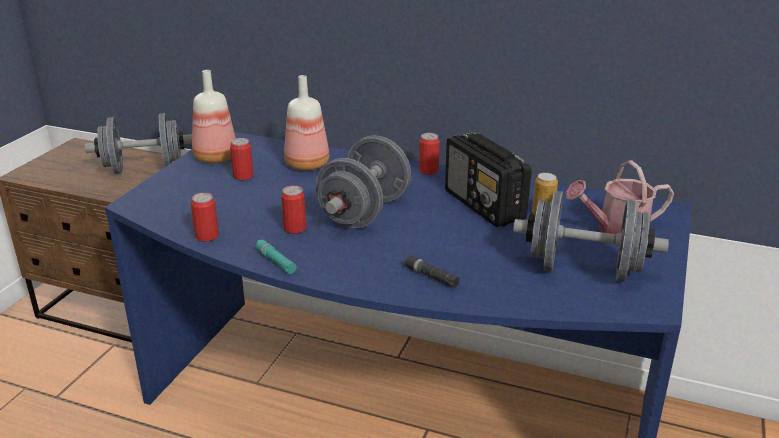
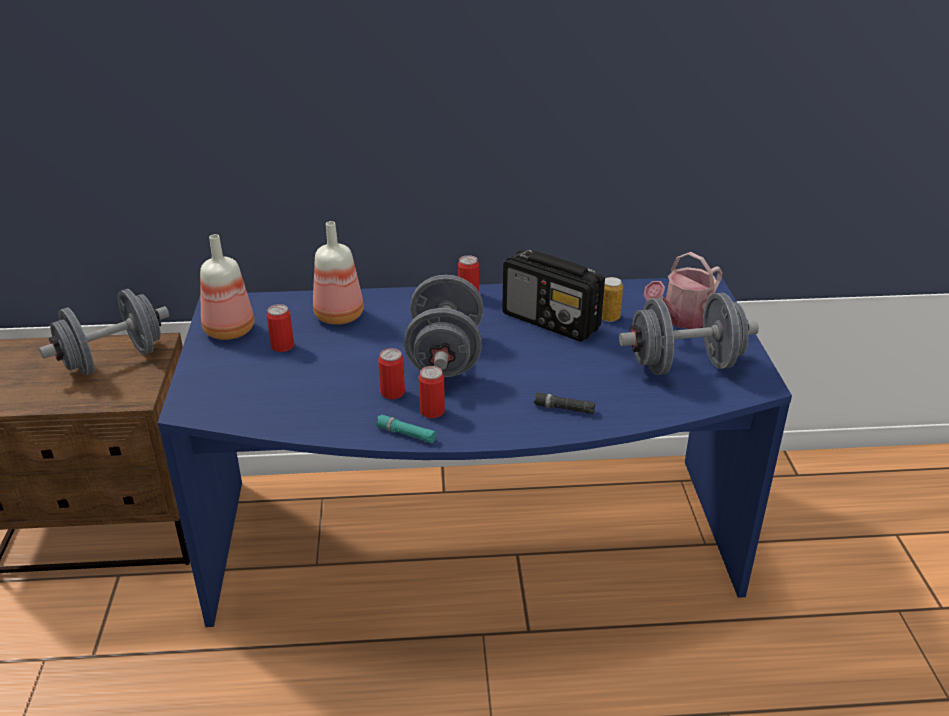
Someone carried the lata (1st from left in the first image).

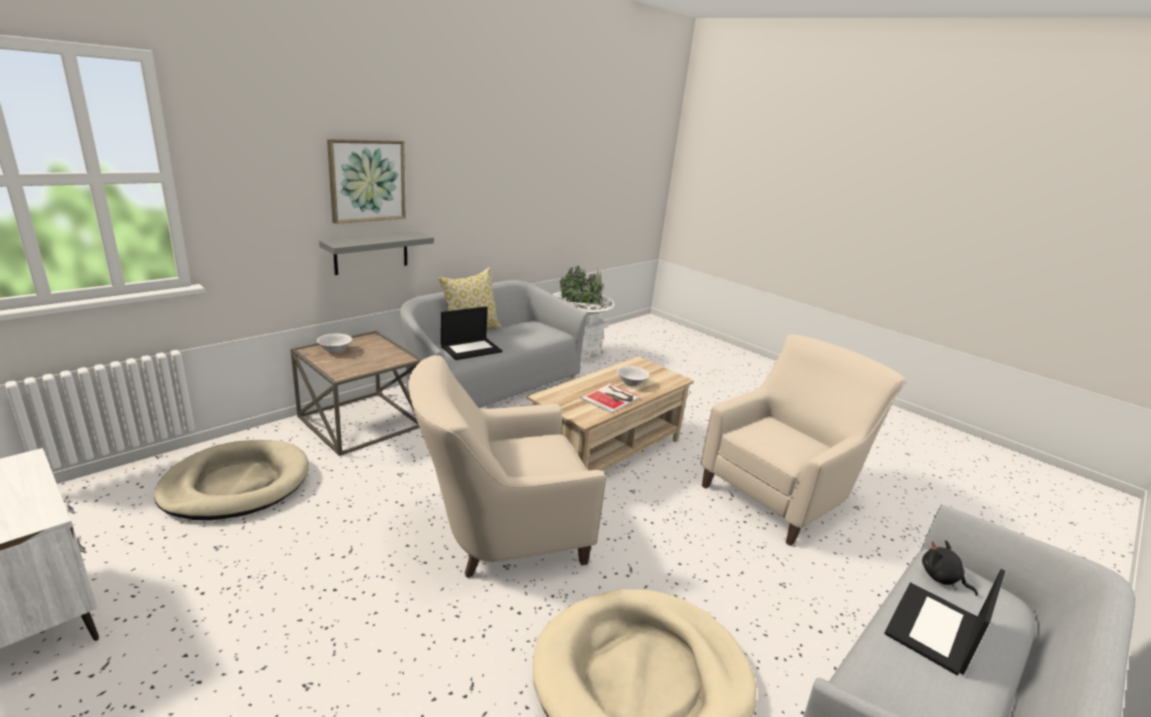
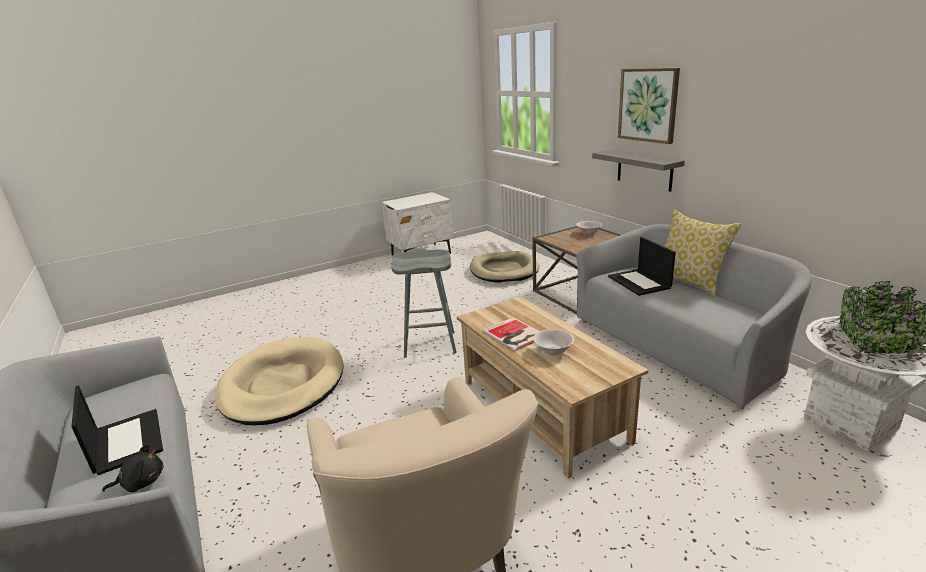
Someone swapped the sillón/beis (1st from left) for the taburete/gris.

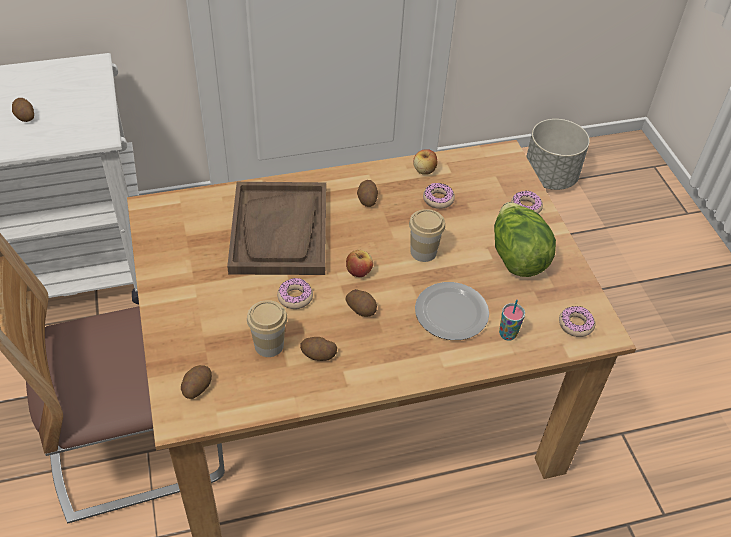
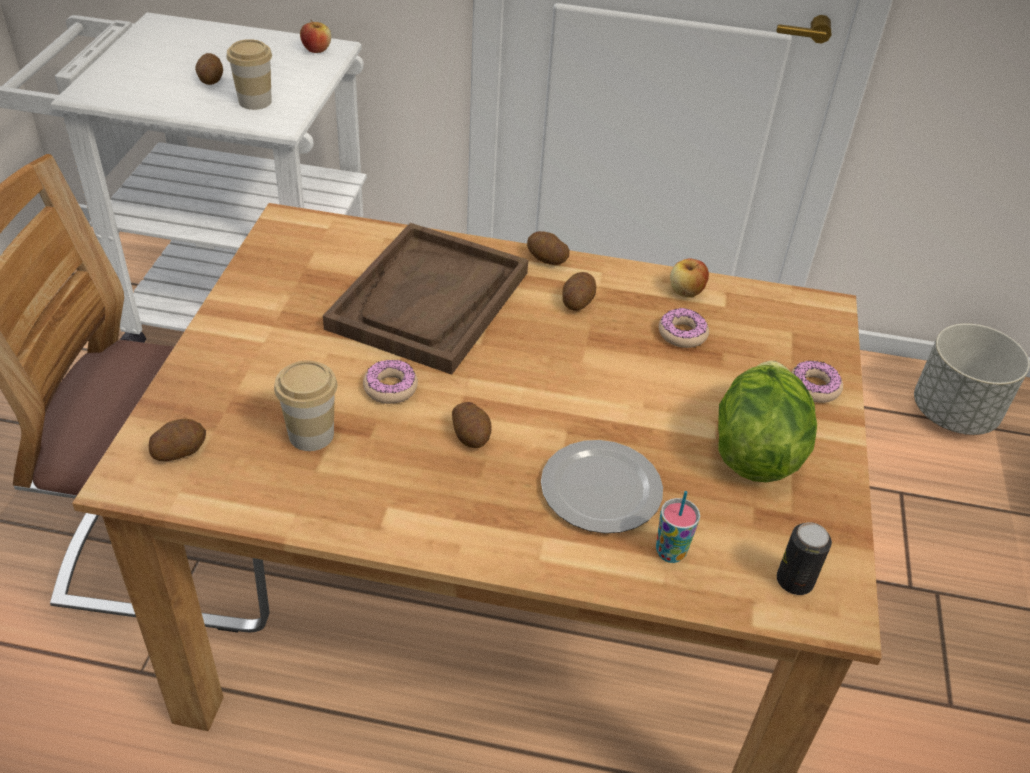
Someone carried the patata (3rd from left in the first image).
Someone carried the manzana (1st from left).
Someone carried the taza (2nd from left in the first image).
Someone swapped the rosquilla (4th from left) for the lata.

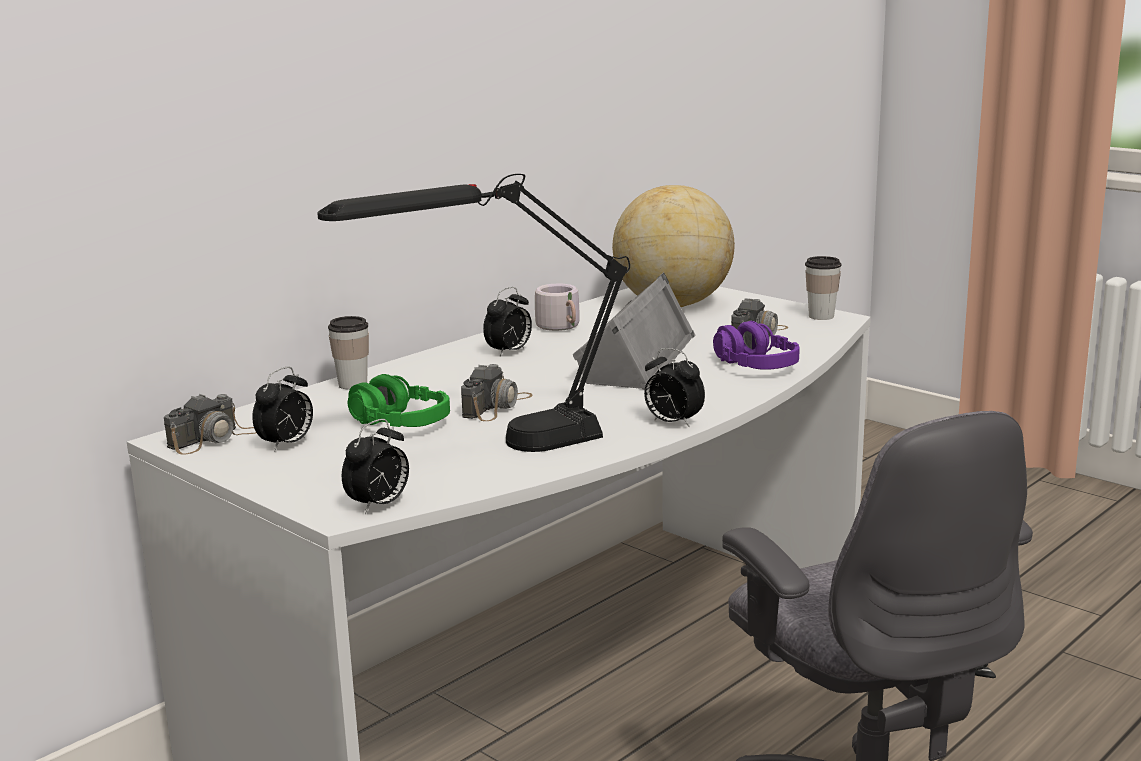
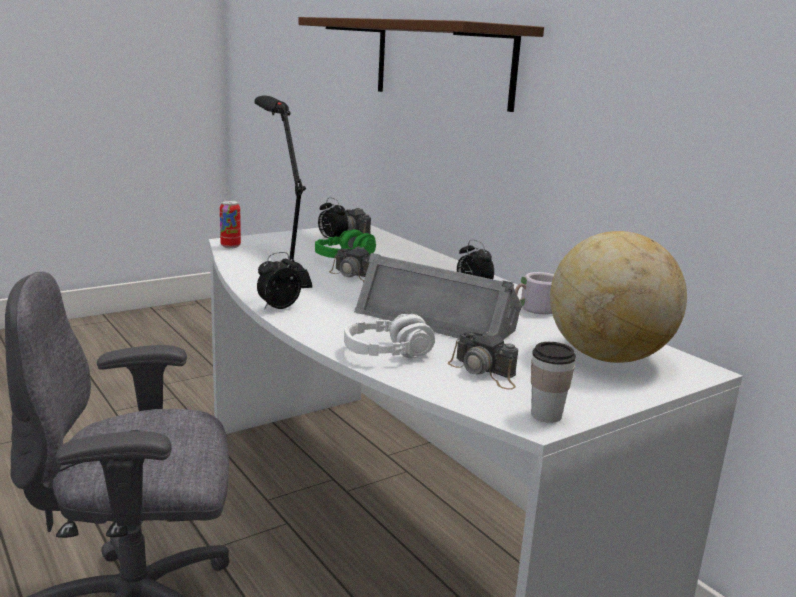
Someone took away the taza (1st from left).
Someone put up the estante/marrón.
Someone swapped the despertador (2nd from left) for the lata.
Someone repainted the auriculares/morado, which became the auriculares/blanco.

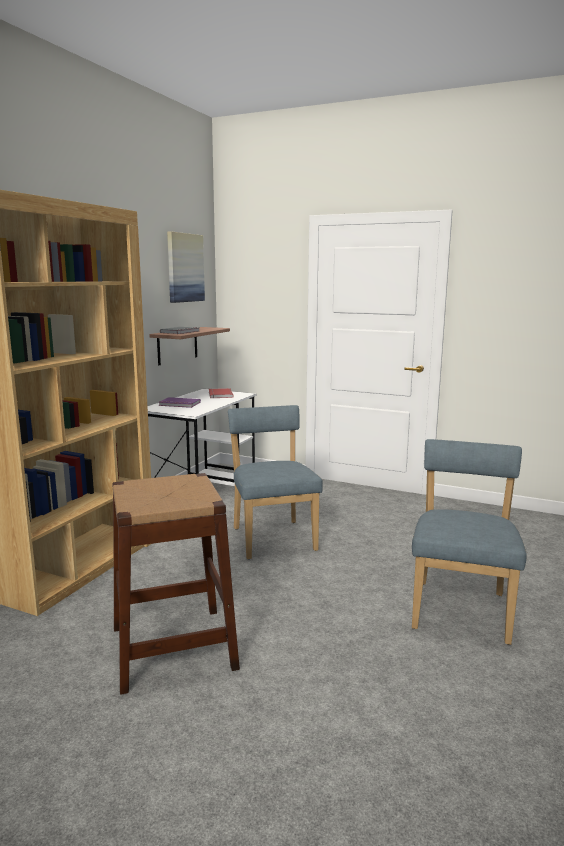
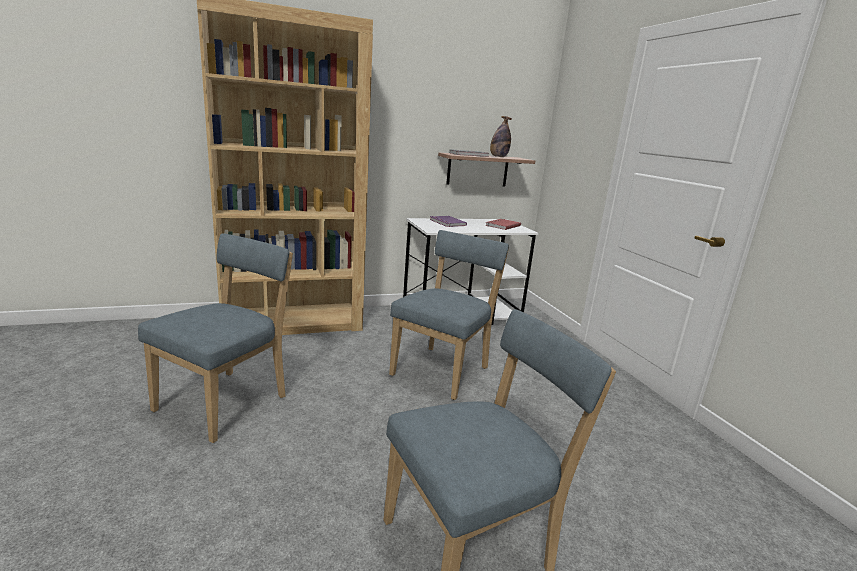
Someone took away the cuadro.
Someone put down the botella.
Someone swapped the taburete/marrón for the silla/azul (1st from left).

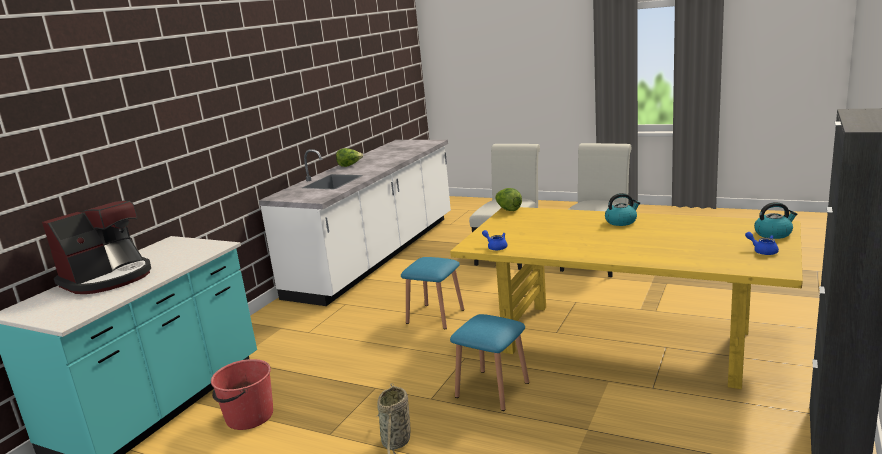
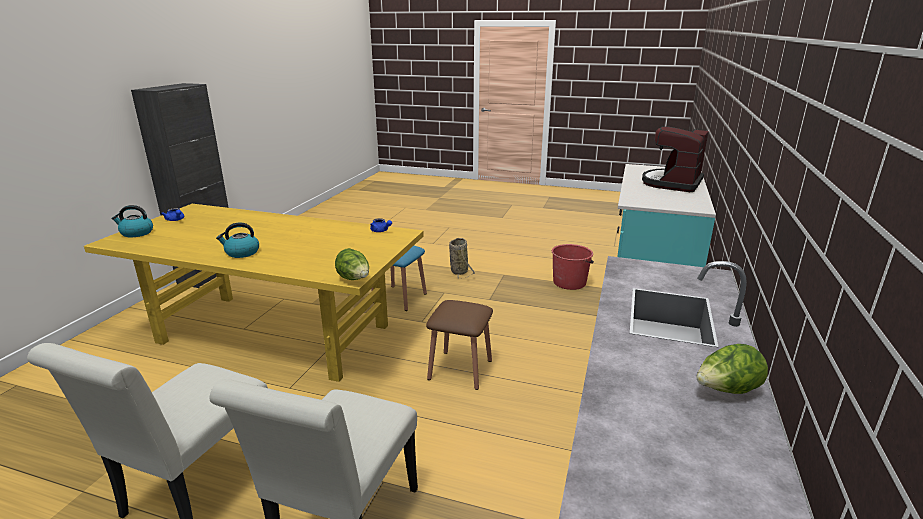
Someone repainted the taburete/azul (1st from left), which became the taburete/marrón.

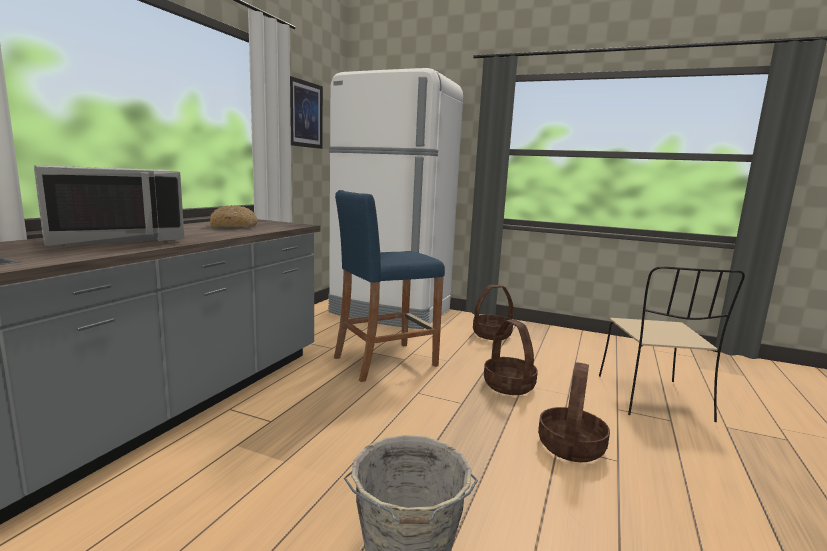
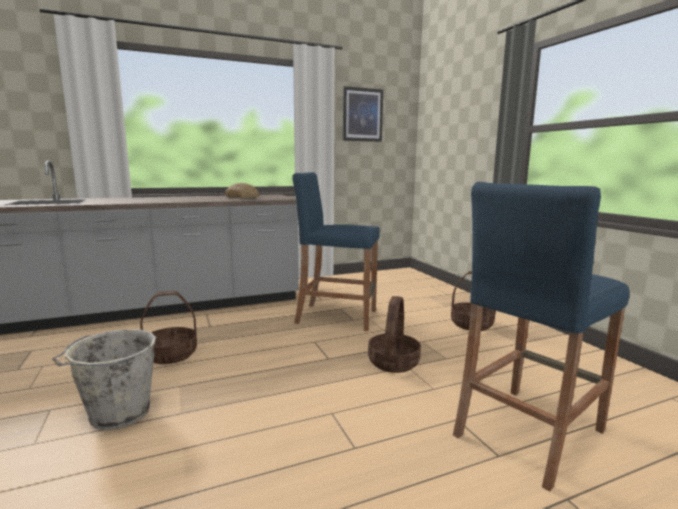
Someone took away the microondas/gris.
Someone took away the nevera/blanco.
Someone carried the cesta (3rd from left in the first image).
Someone swapped the silla/beis for the taburete/azul (2nd from left).

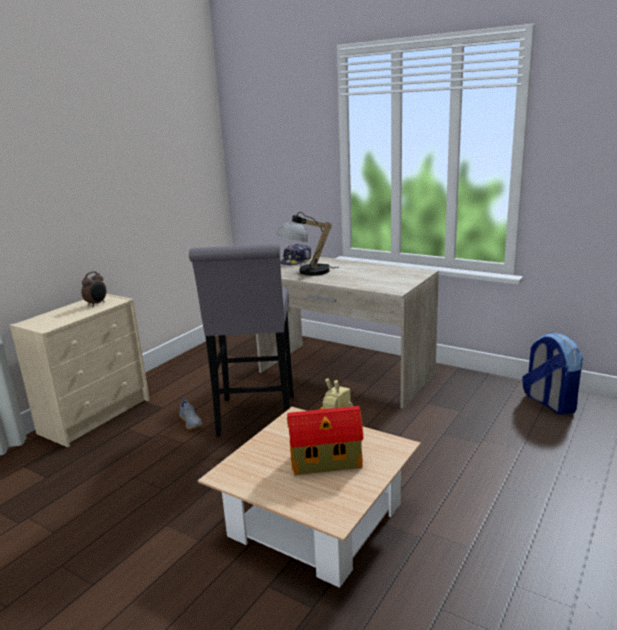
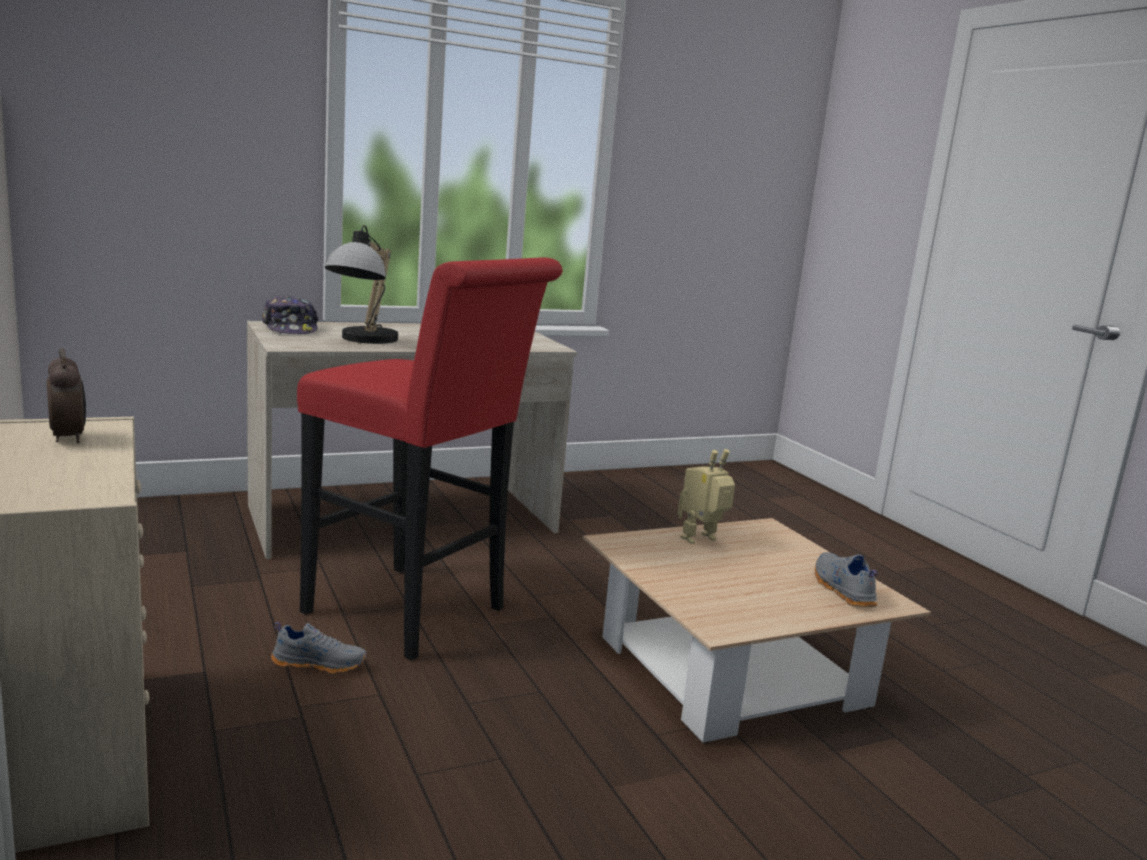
Someone took away the casita.
Someone took away the mochila.
Someone put down the zapato/gris (2nd from left).
Someone repainted the taburete/gris, which became the taburete/rojo.

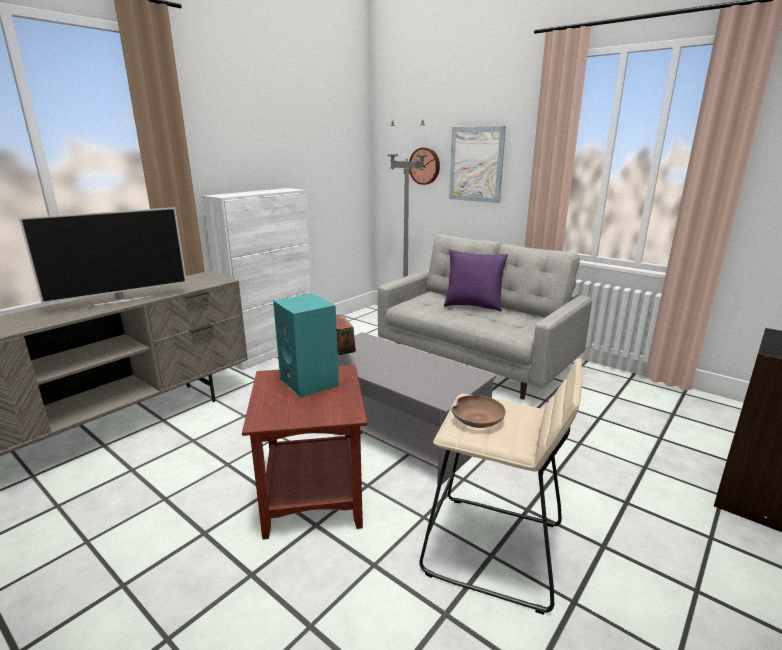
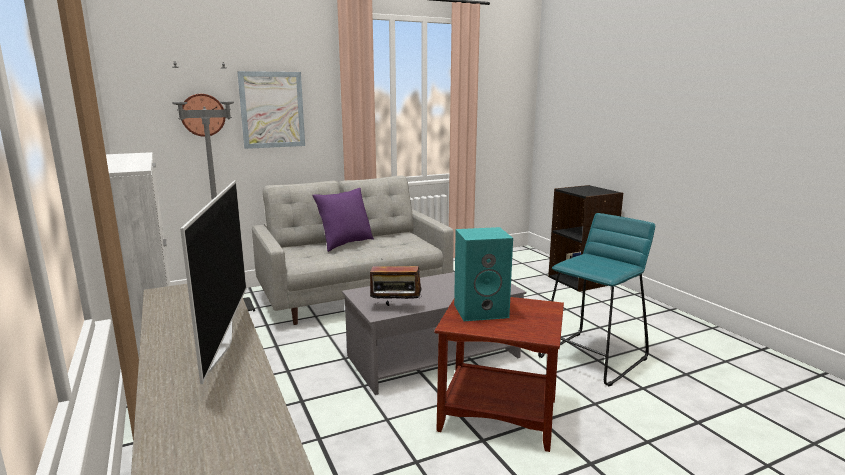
Someone took away the cuenco/marrón.
Someone repainted the taburete/beis, which became the taburete/turquesa.

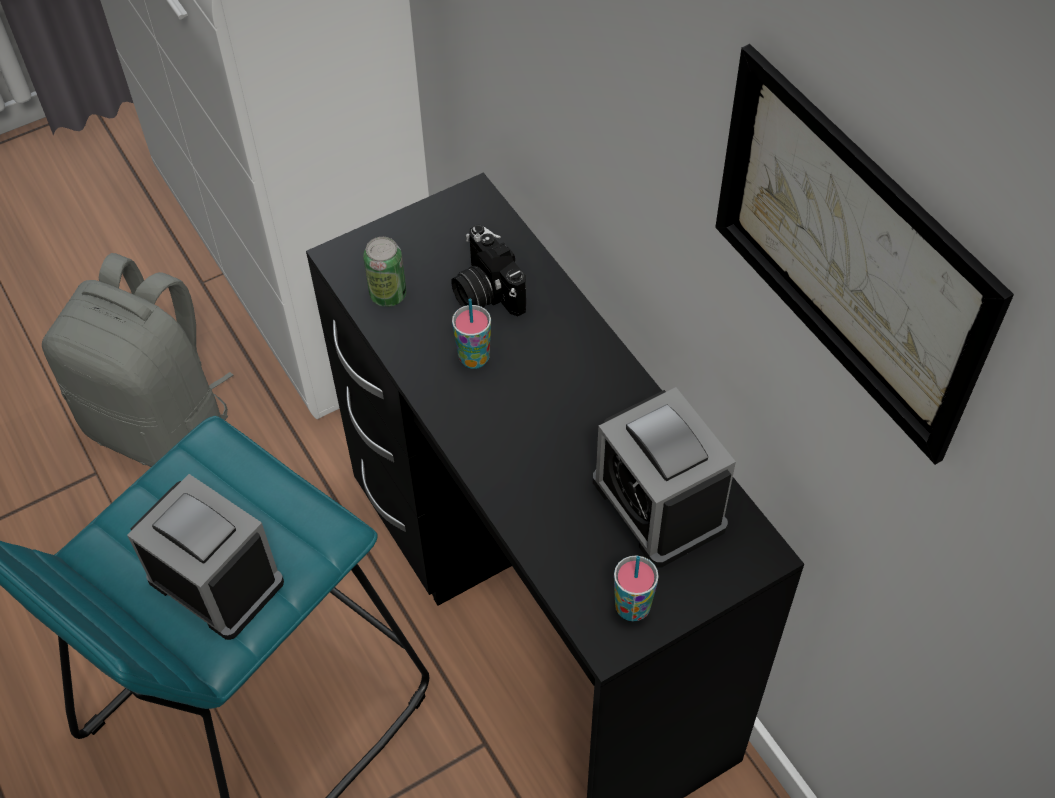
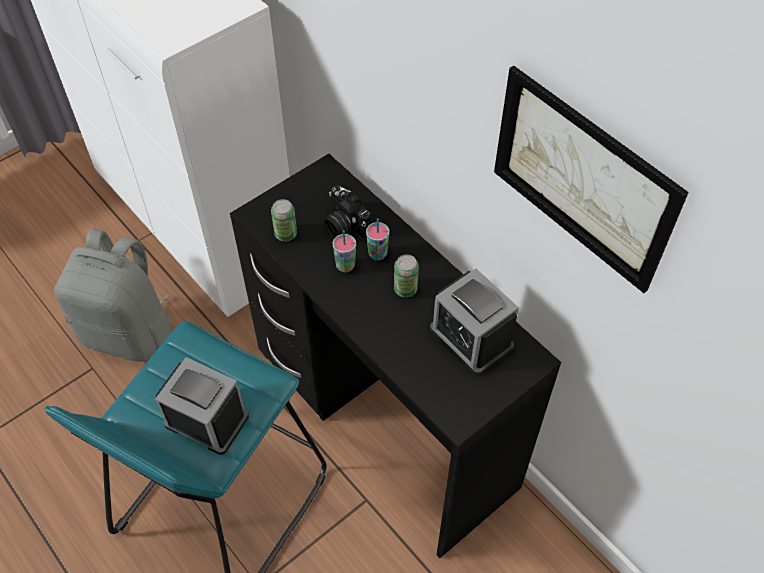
Someone put down the lata (2nd from left).
Someone carried the taza (2nd from left).

